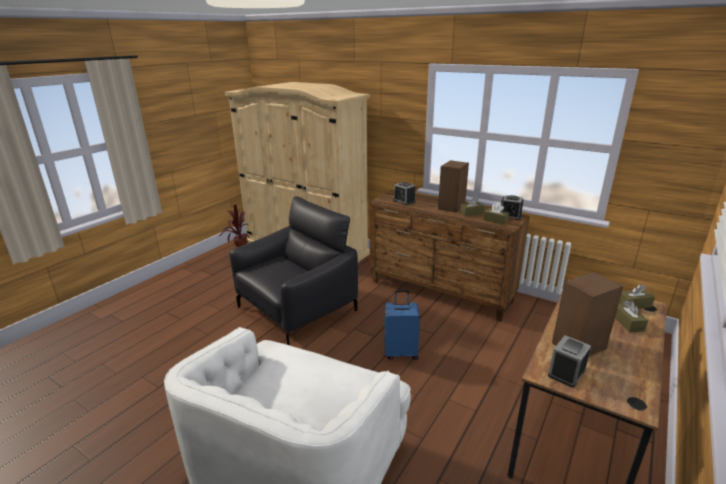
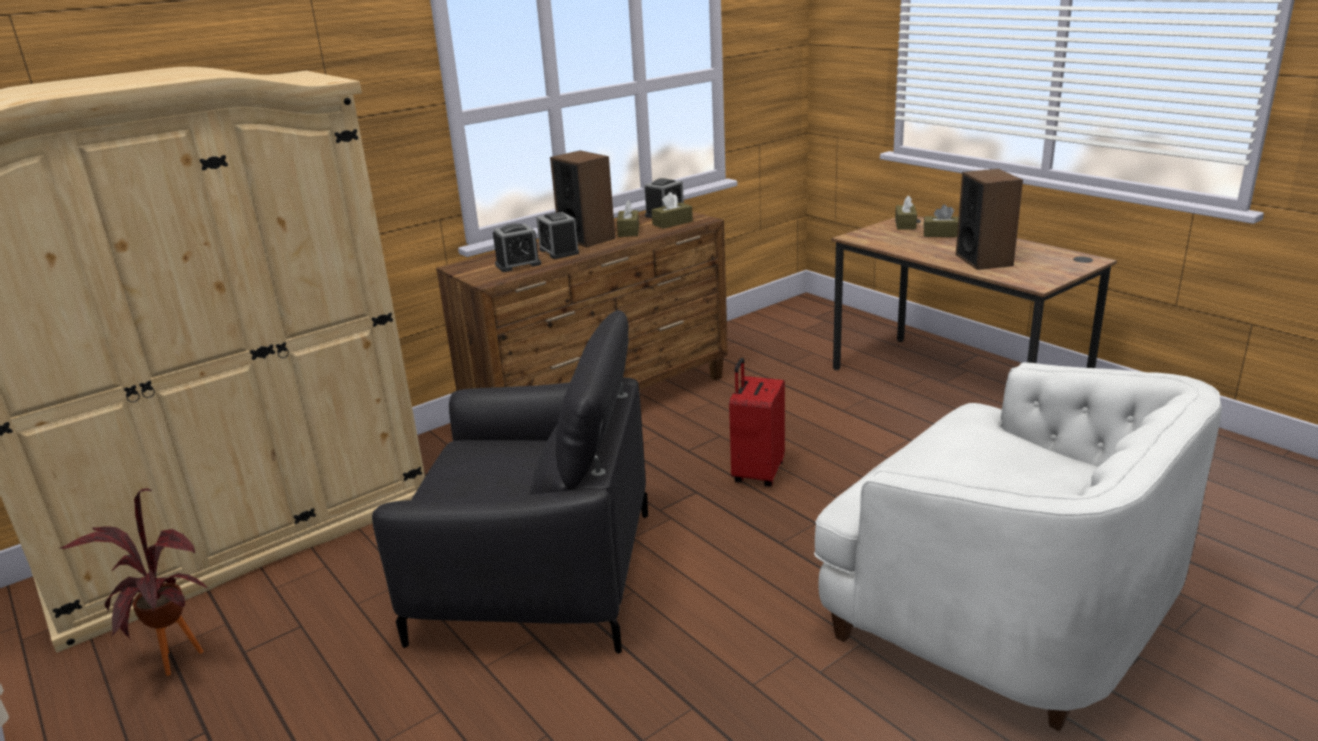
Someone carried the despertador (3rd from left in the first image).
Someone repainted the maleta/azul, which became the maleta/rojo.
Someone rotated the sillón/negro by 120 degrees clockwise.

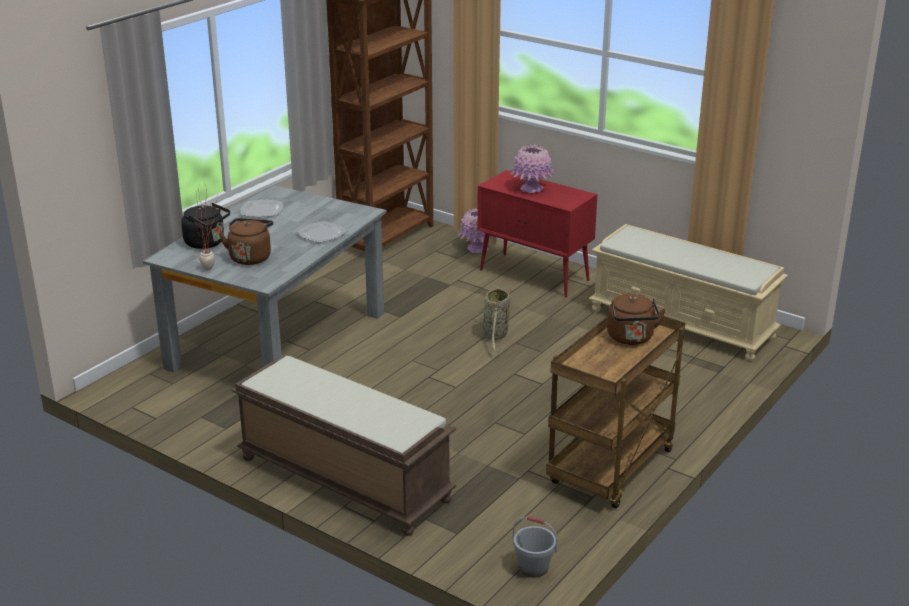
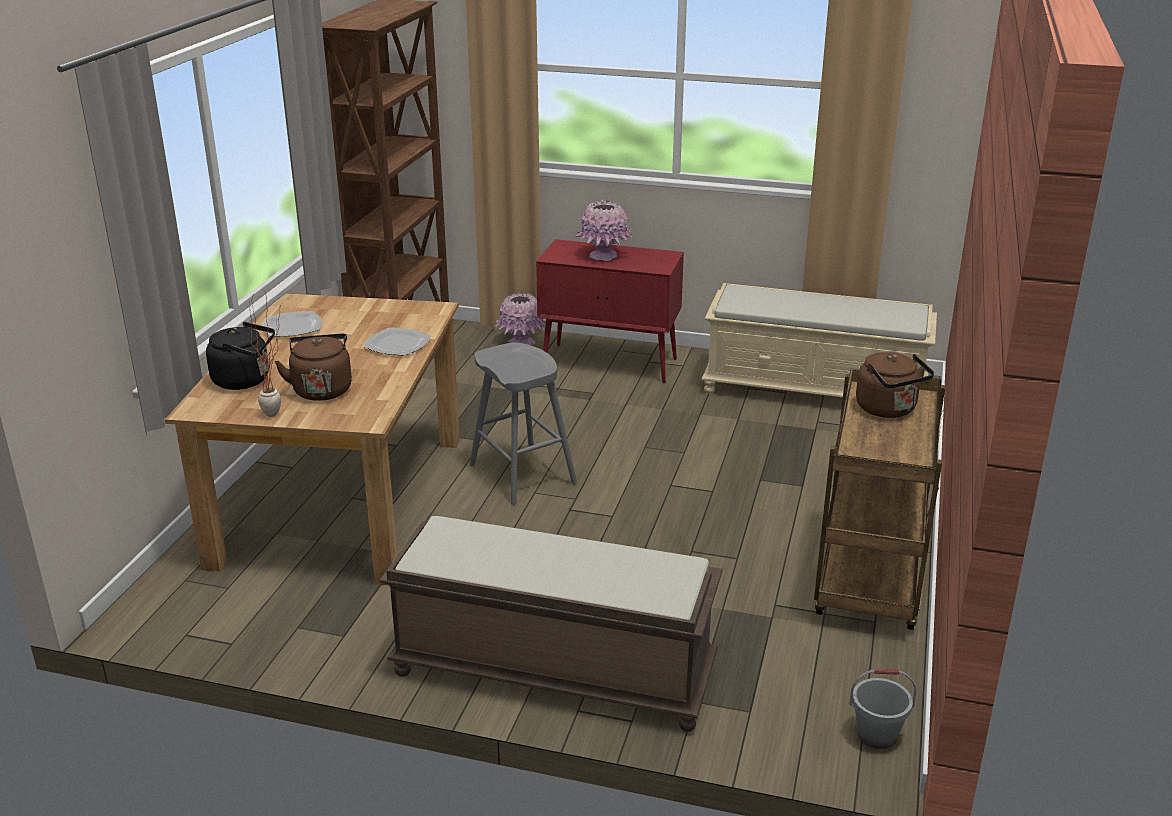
Someone took away the cesta.
Someone put down the taburete/gris.
Someone repainted the mesa de comedor/gris, which became the mesa de comedor/marrón.

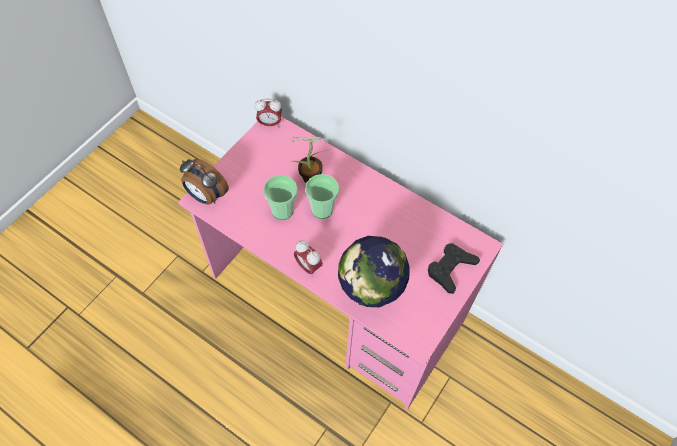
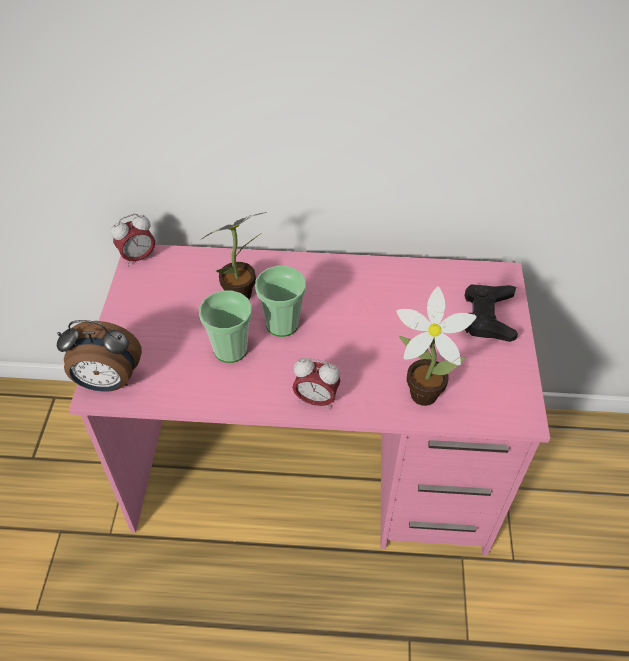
Someone swapped the globo terráqueo for the planta en maceta (2nd from left).

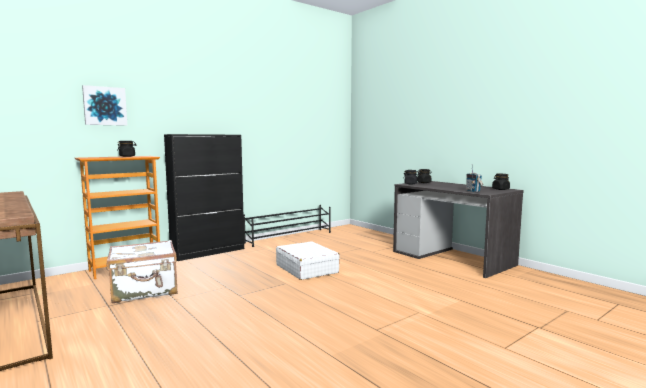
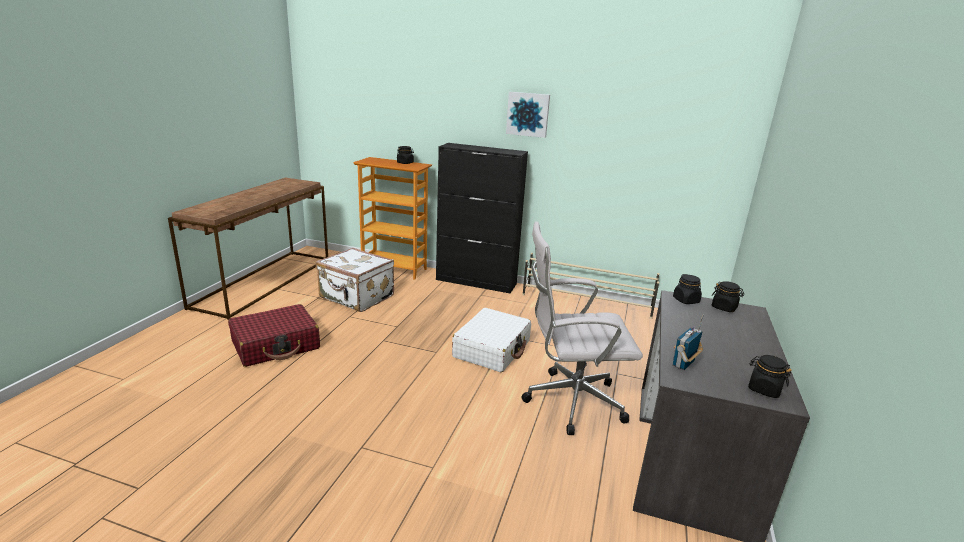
Someone put down the maleta/rojo.
Someone put down the silla de oficina/blanco.
Someone carried the cuadro.
Someone repainted the zapatero/negro, which became the zapatero/beis.

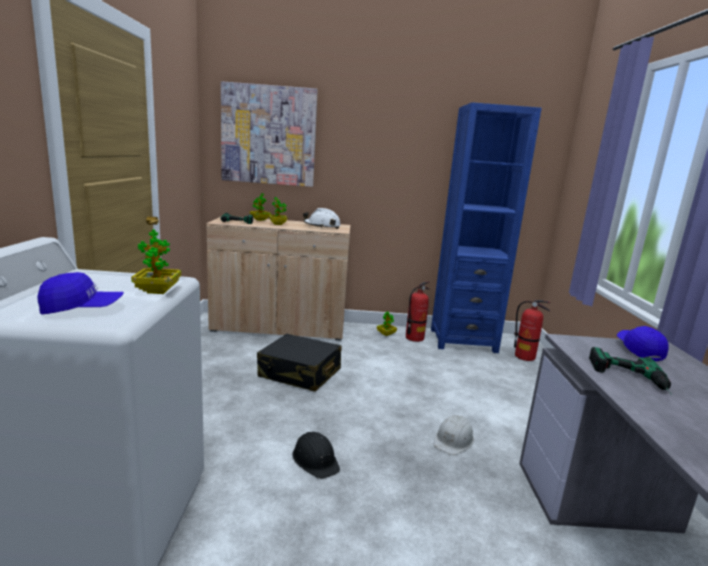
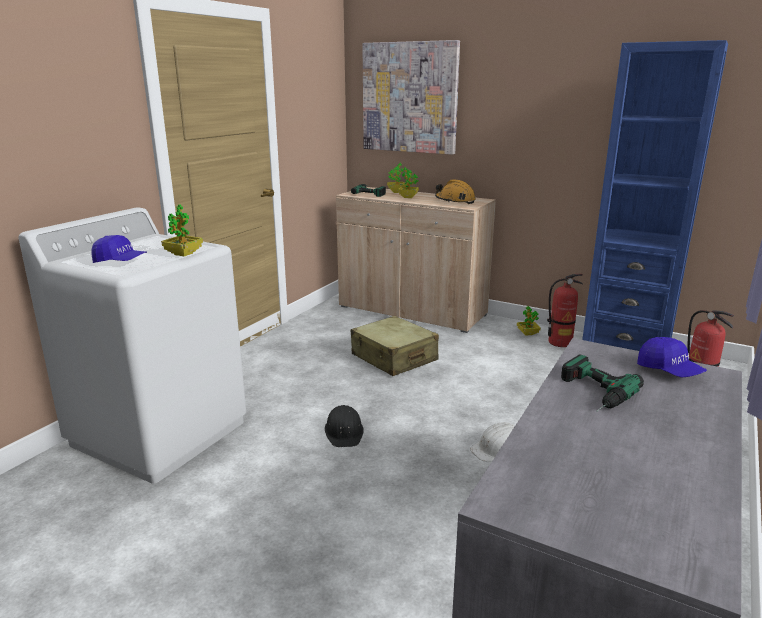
Someone repainted the maleta/negro, which became the maleta/beis.
Someone repainted the casco/blanco (1st from left), which became the casco/naranja.
Someone rotated the gorra/azul (2nd from left) by 120 degrees clockwise.

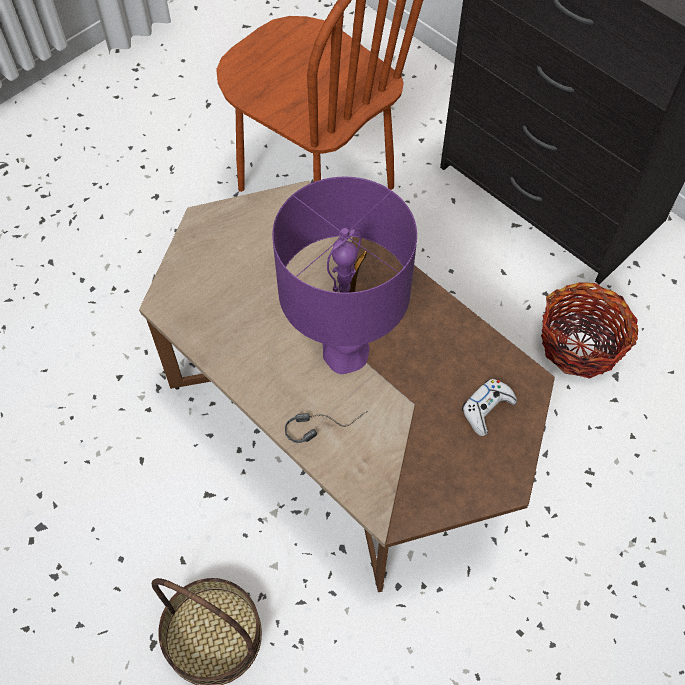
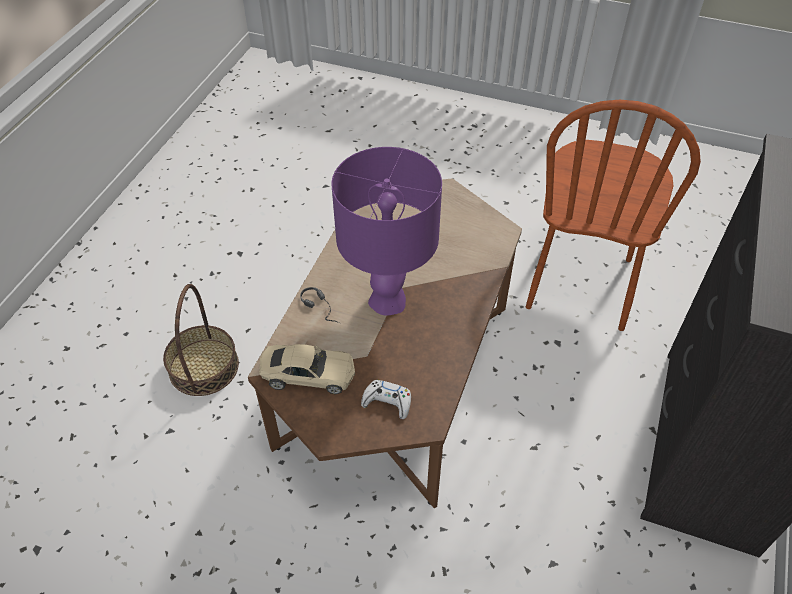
Someone took away the cesta (2nd from left).
Someone put down the coche de juguete/beis.

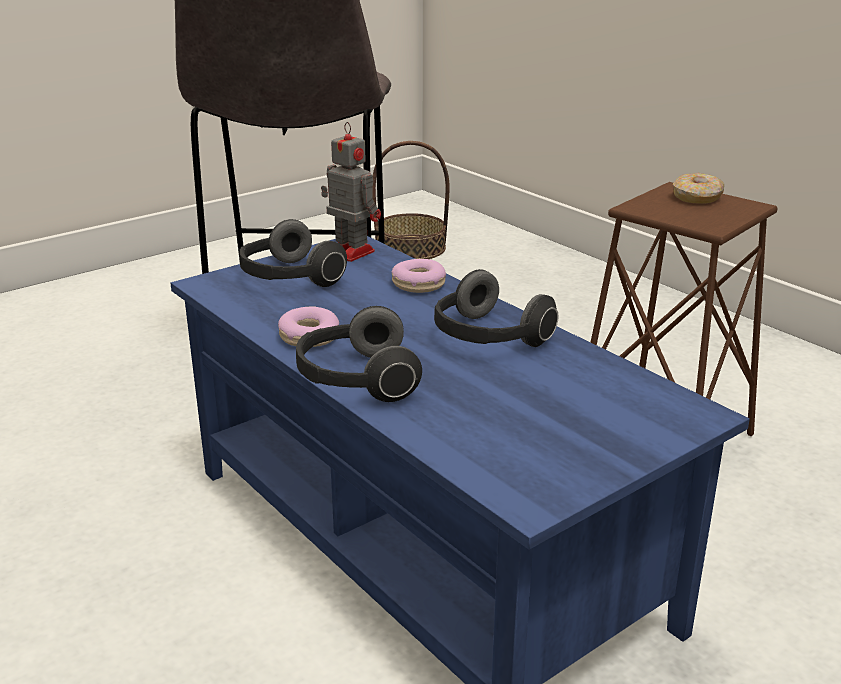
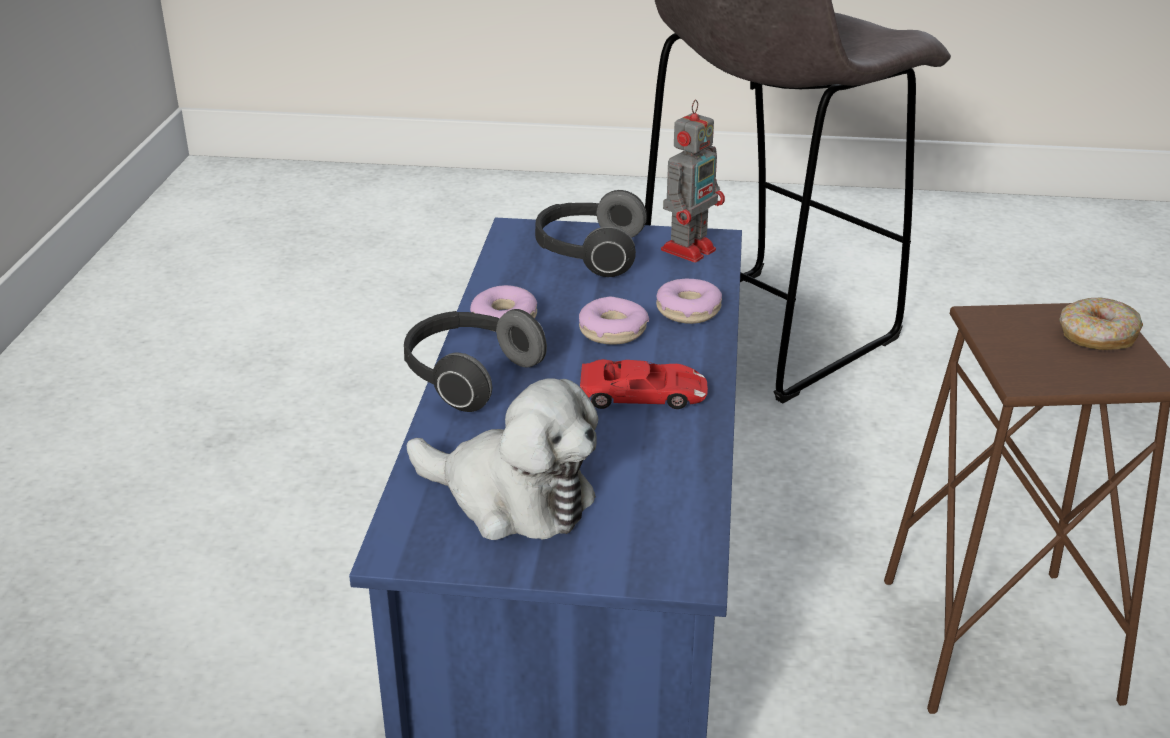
Someone took away the cesta.
Someone put down the peluche.
Someone put down the rosquilla (2nd from left).
Someone swapped the auriculares (3rd from left) for the coche de juguete/rojo.
Someone rotated the robot de juguete by 45 degrees clockwise.

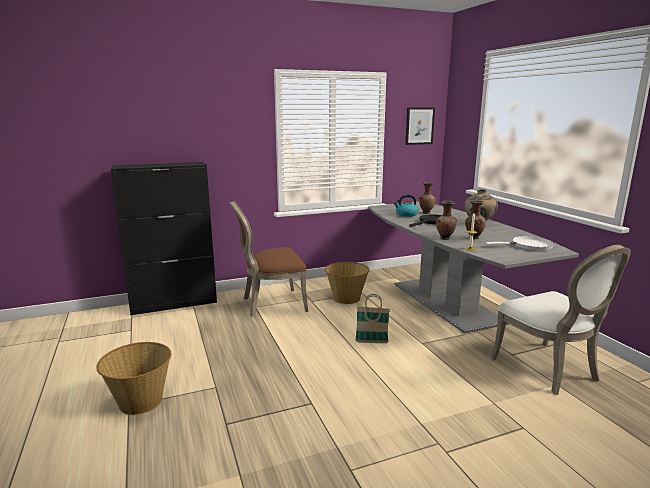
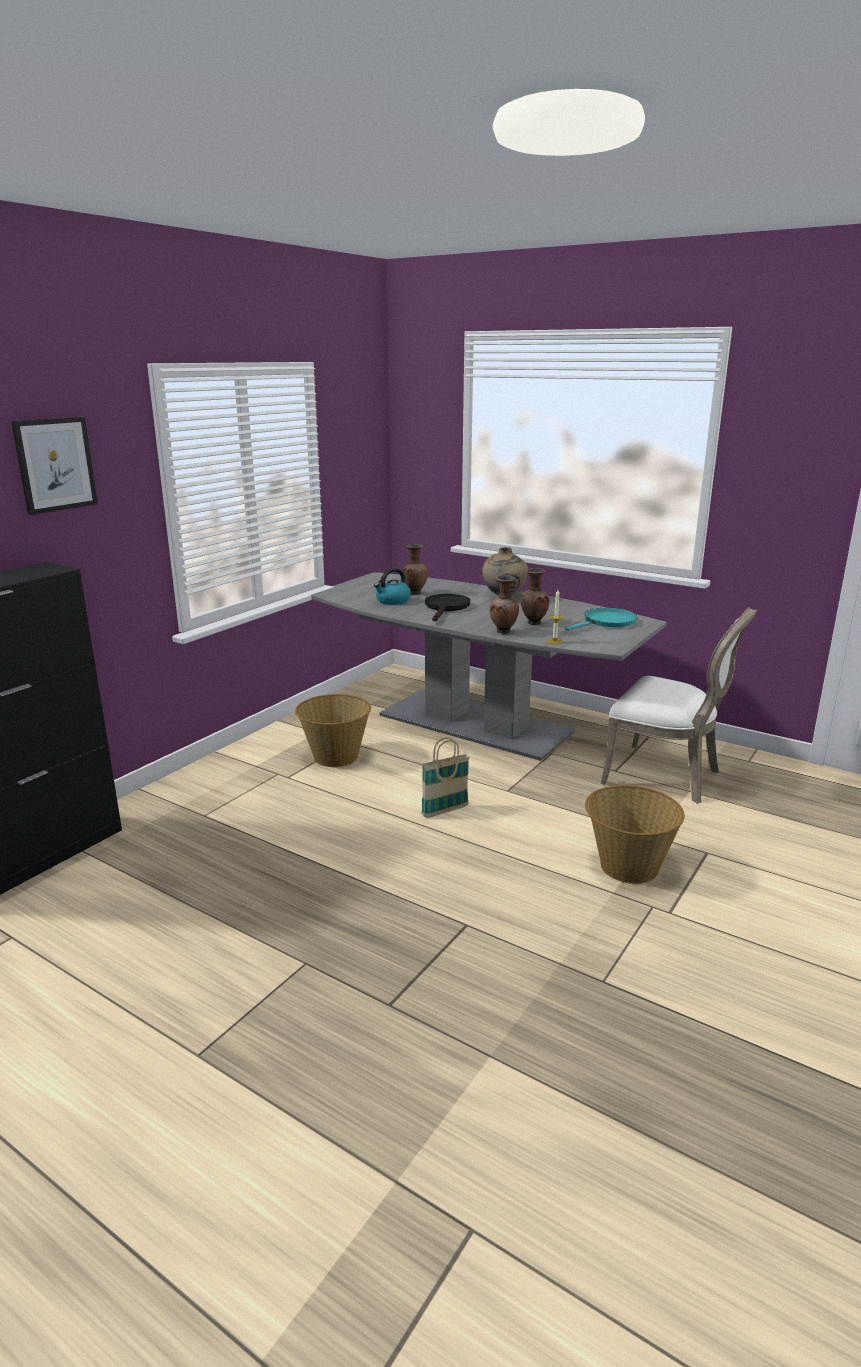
Someone took away the silla/marrón.
Someone carried the cesta (1st from left in the first image).
Someone carried the cuadro.
Someone repainted the sartén/blanco, which became the sartén/turquesa.

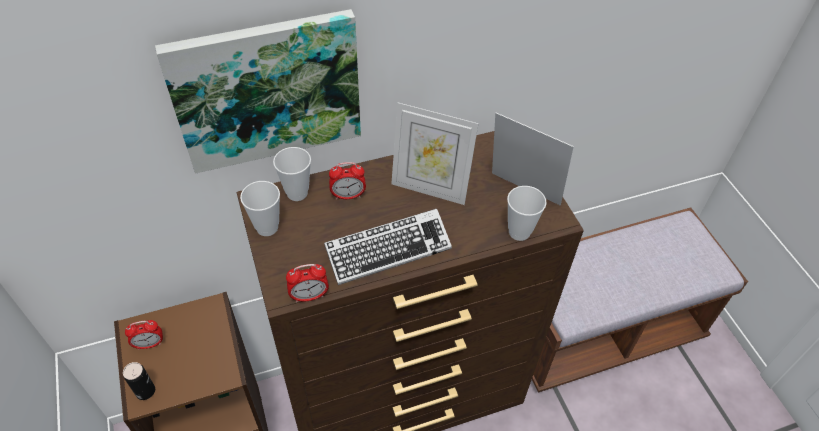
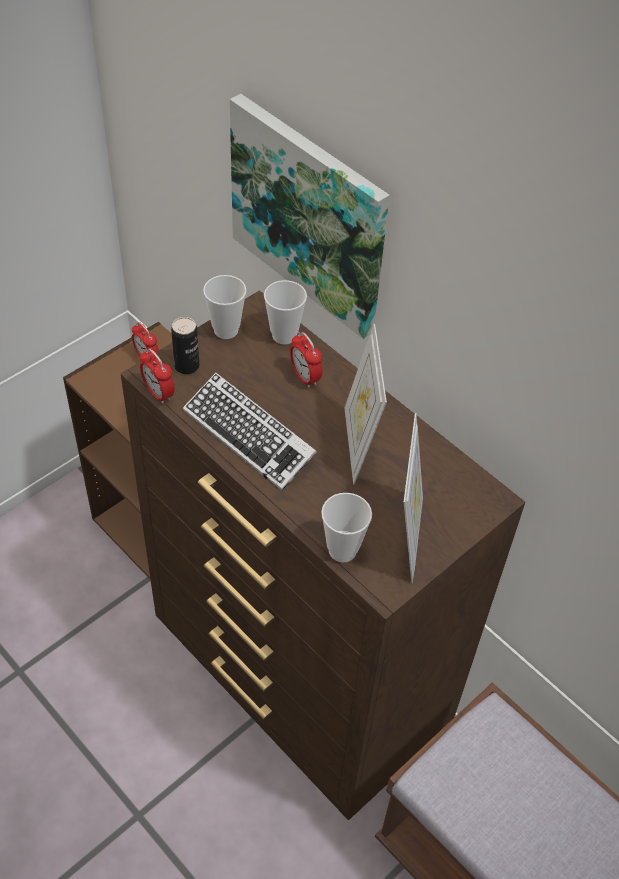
Someone carried the lata.

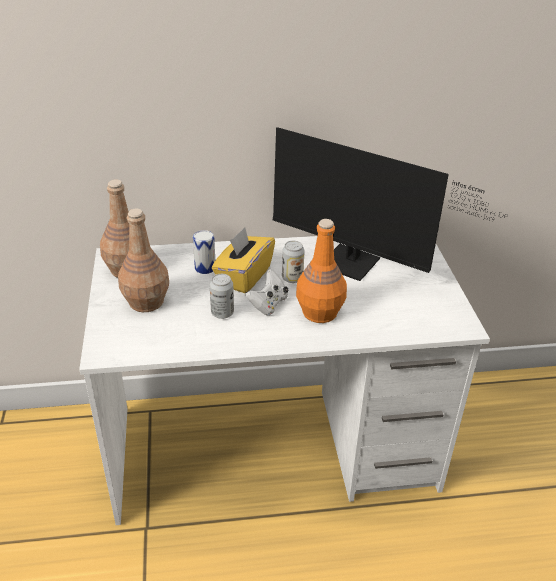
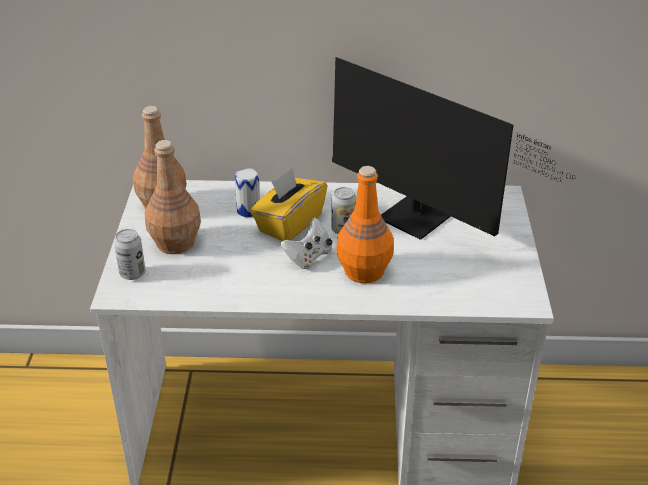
Someone carried the lata (2nd from left in the first image).

